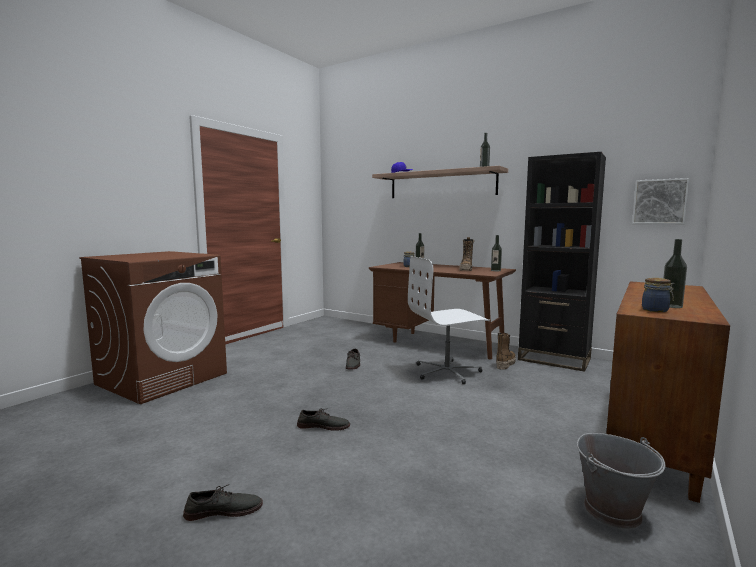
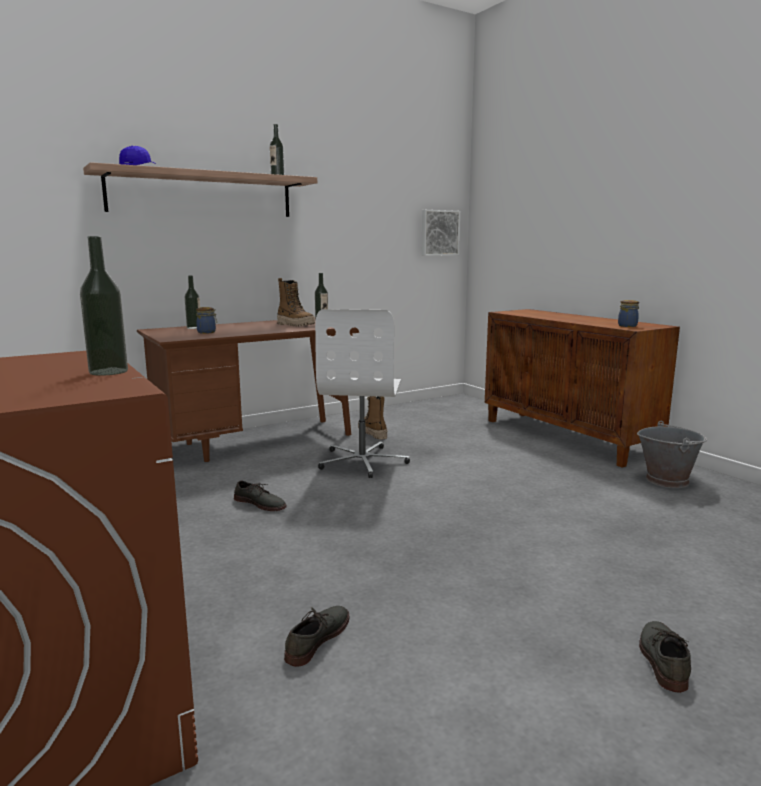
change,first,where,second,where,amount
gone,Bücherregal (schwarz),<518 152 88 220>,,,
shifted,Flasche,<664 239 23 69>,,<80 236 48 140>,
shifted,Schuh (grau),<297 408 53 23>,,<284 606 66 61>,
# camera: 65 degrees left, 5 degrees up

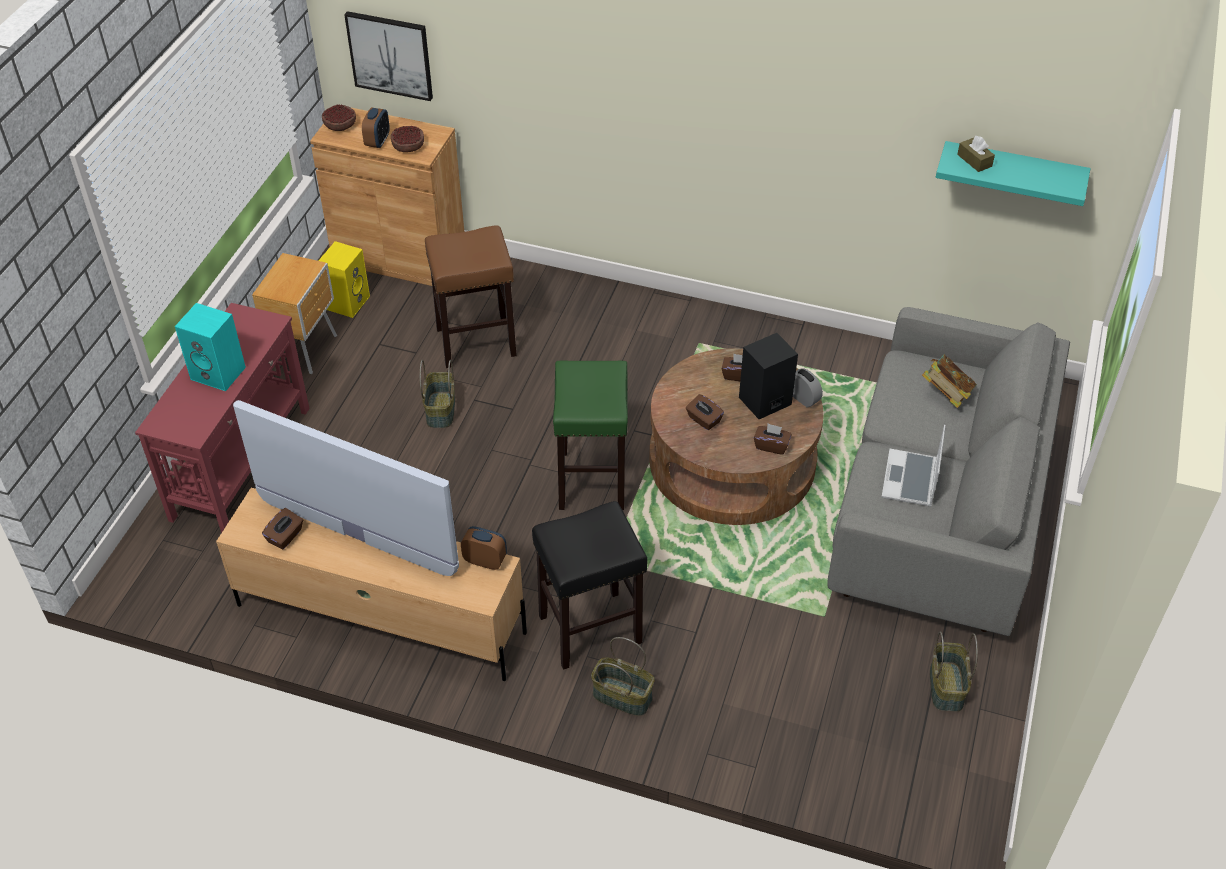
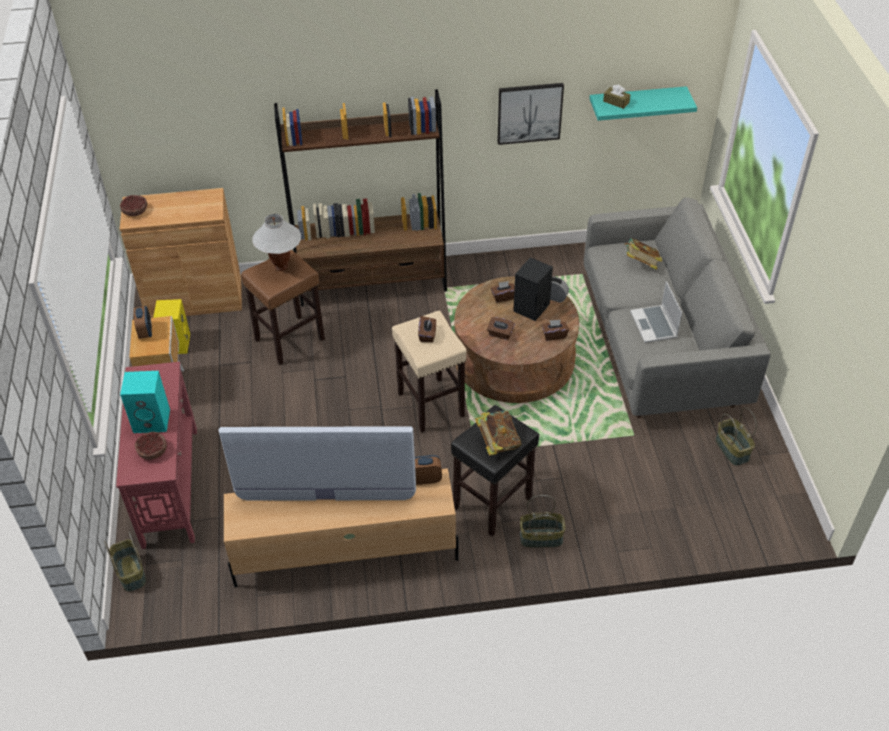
change,first,where,second,where,amount
shifted,Bild,<344 11 89 90>,,<497 83 67 62>,
shifted,Wecker,<362 108 28 40>,,<134 306 18 33>,
shifted,Schüssel,<391 126 33 26>,,<135 432 32 28>,
shifted,Korb,<420 360 35 68>,,<104 531 42 61>,
repainted,Hocker (grün),<553 361 75 149>,Hocker (beige),<392 311 75 122>,
shifted,Taschentuchbox (braun),<262 508 41 41>,,<418 316 18 26>,
new,,,Bücherregal (braun),<274 89 173 218>,
new,,,Tischlampe (weiß),<252 214 49 57>,
new,,,Buch,<475 411 46 45>,
# camera: 25 degrees left, 0 degrees up

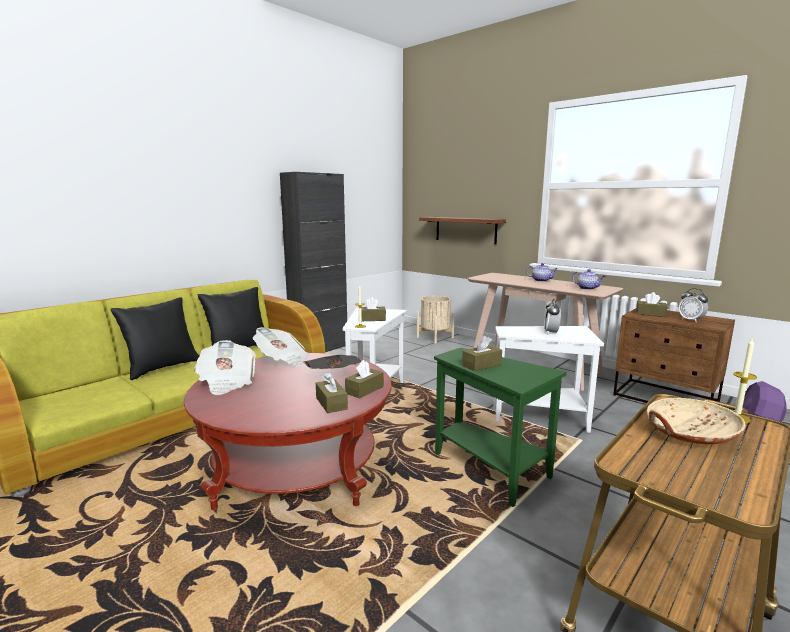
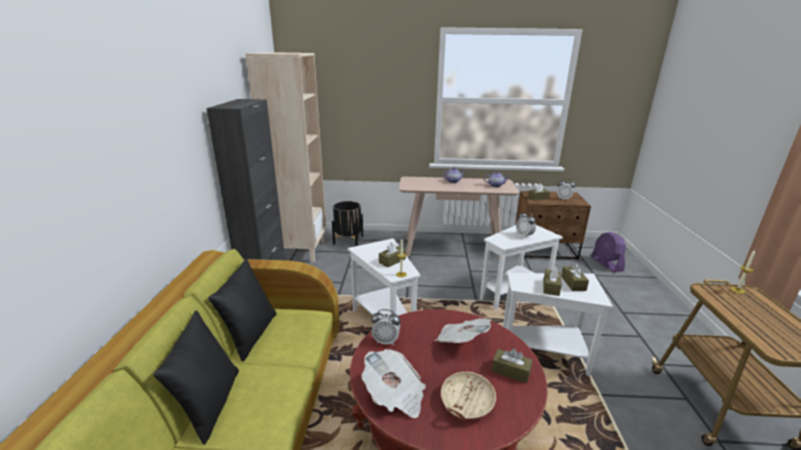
change,first,where,second,where,amount
gone,Wandregal,<419 217 87 27>,,,
repainted,Pflanzkübel (beige),<417 296 38 47>,Pflanzkübel (schwarz),<332 201 31 45>,
swapped,Zeitung,<253 327 56 40>,Wecker,<371 309 30 36>,
repainted,Beistelltisch (grün),<434 348 133 159>,Beistelltisch (weiß),<503 273 110 103>,
shifted,Taschentuchbox (braun),<345 360 39 38>,,<561 263 28 28>,
shifted,Schüssel (beige),<647 398 98 46>,,<441 372 55 48>,
new,,,Bücherregal (beige),<246 52 80 211>,
# camera: 40 degrees left, 10 degrees up

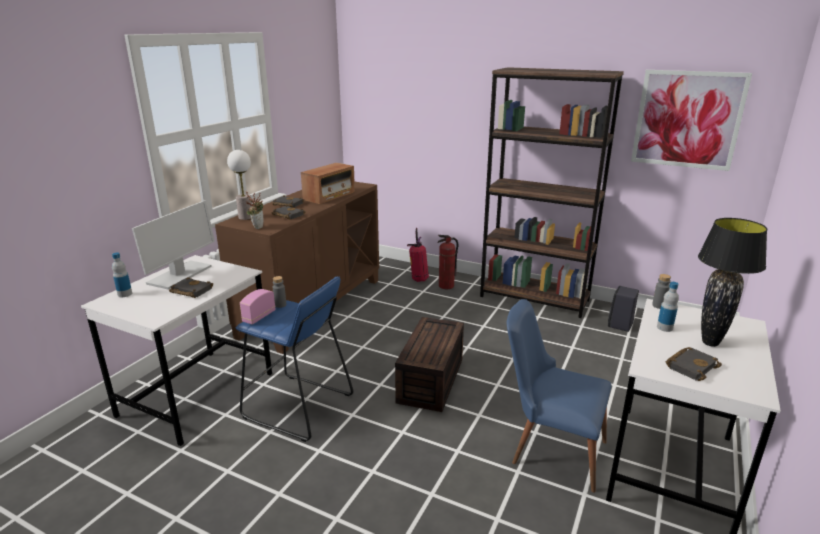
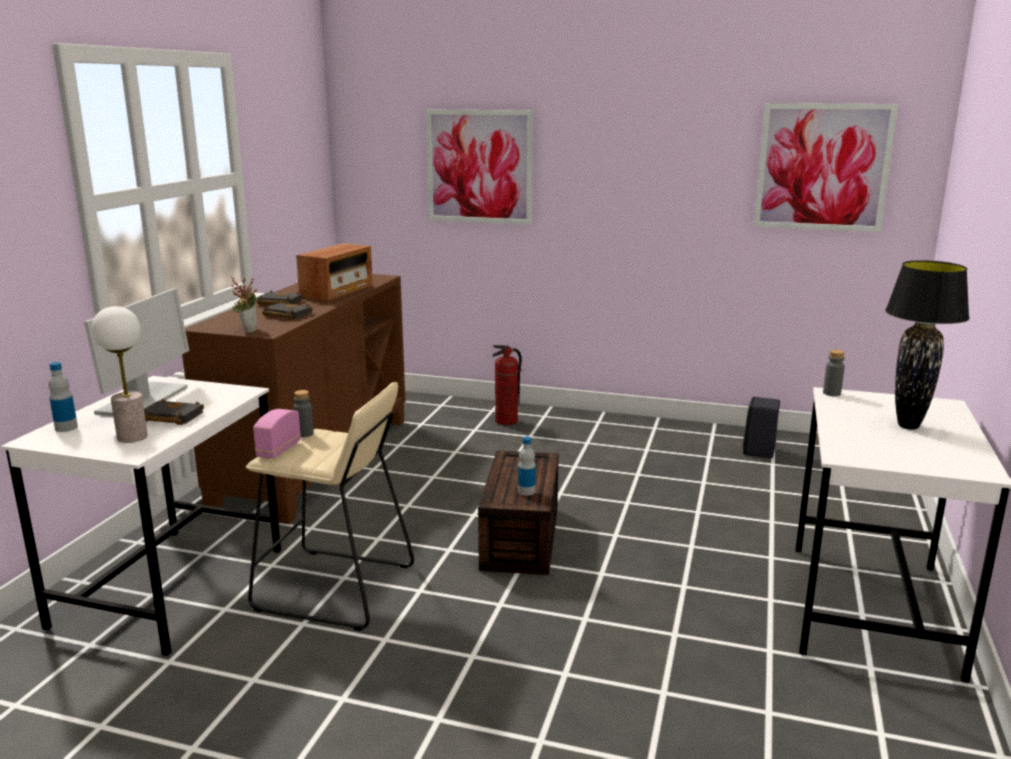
change,first,where,second,where,amount
gone,Bücherregal (braun),<480 67 144 251>,,,
shifted,Tischlampe,<227 150 25 70>,,<92 306 56 137>,
gone,Feuerlöscher,<407 227 22 55>,,,
repainted,Hocker (blau),<236 277 117 165>,Hocker (beige),<246 382 168 249>,
shifted,Flasche,<657 282 22 50>,,<518 436 18 60>,
gone,Stuhl (blau),<507 299 105 194>,,,
gone,Buch (schwarz),<666 347 56 34>,,,
new,,,Bild,<426 109 107 116>,
# camera: 10 degrees left, 5 degrees down

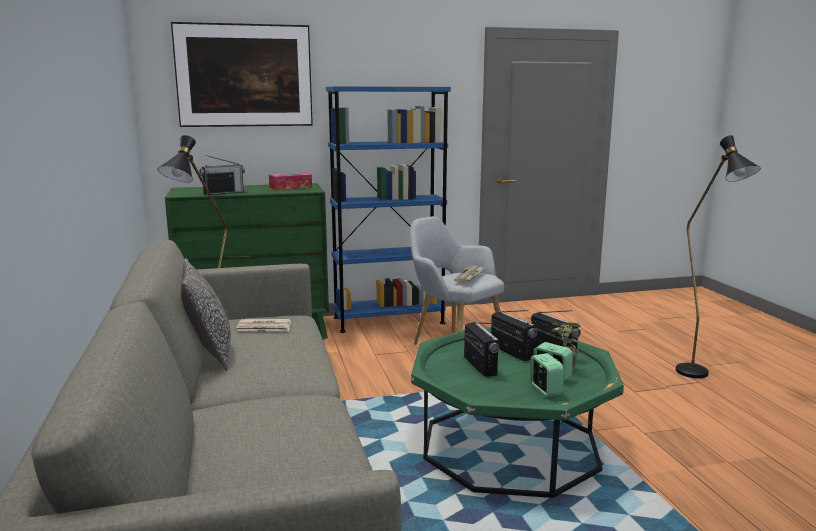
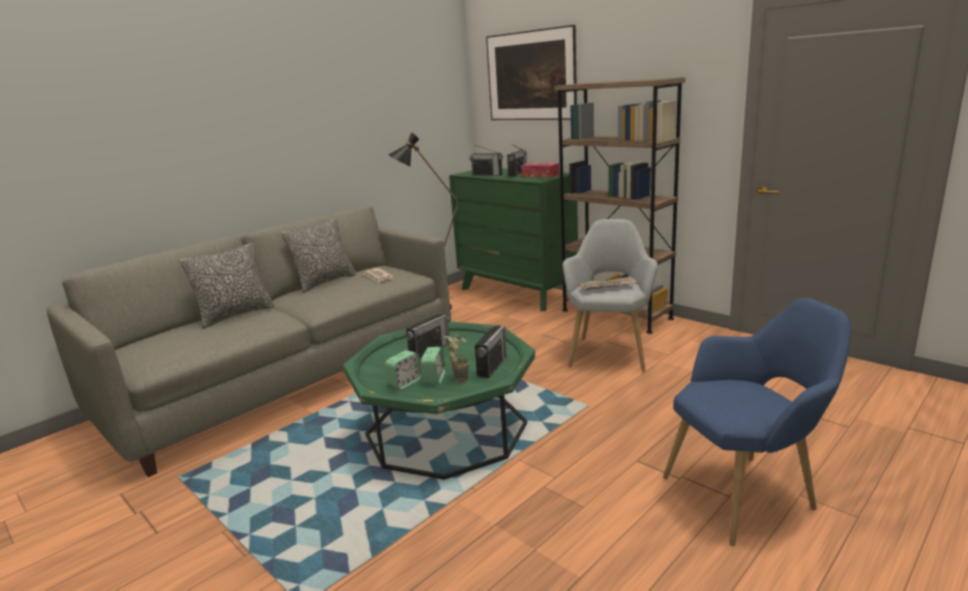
change,first,where,second,where,amount
repainted,Bücherregal (blau),<326 86 125 247>,Bücherregal (braun),<554 77 131 257>,
swapped,Stehlampe (schwarz),<676 135 85 243>,Sessel (blau),<663 298 188 248>,
shifted,Radio,<491 310 46 51>,,<507 144 20 33>,
new,,,Kissen,<180 243 94 86>,
# camera: 60 degrees right, 5 degrees up

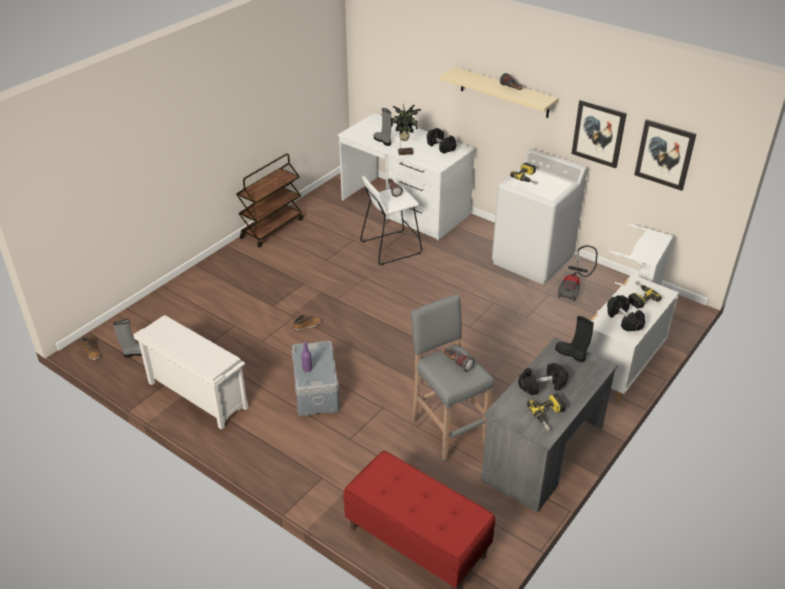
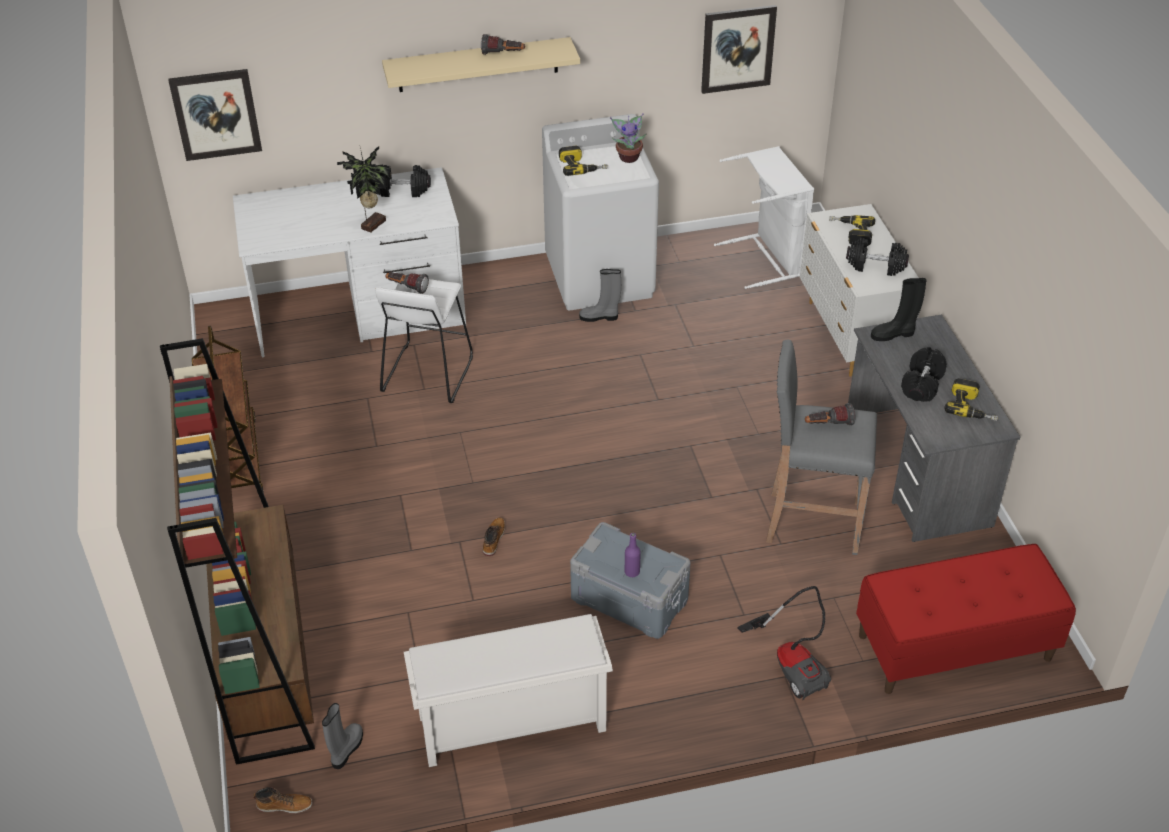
change,first,where,second,where,amount
shifted,Bild,<572 99 55 69>,,<168 69 94 92>,
shifted,Stiefel (grau),<374 108 17 38>,,<579 269 42 53>,
shifted,Staubsauger,<558 245 39 56>,,<738 586 93 114>,
new,,,Topfpflanze,<610 113 37 50>,
new,,,Bücherregal (braun),<160 338 155 427>,
# camera: 50 degrees left, 5 degrees up

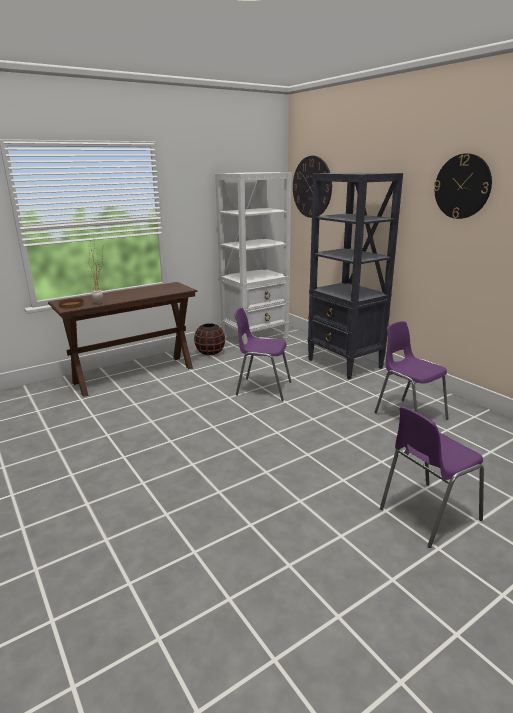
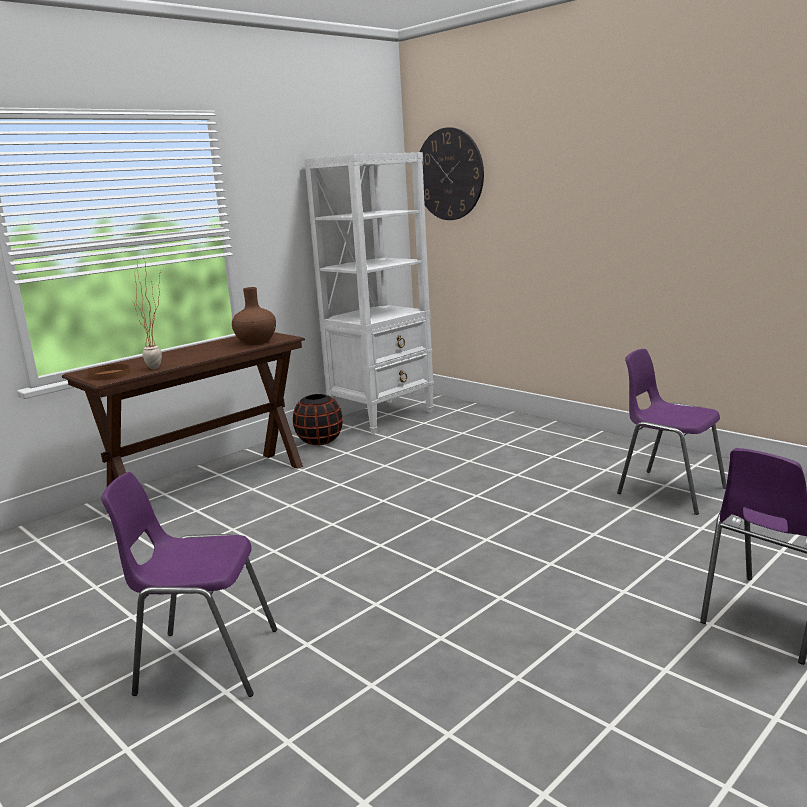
change,first,where,second,where,amount
gone,Wanduhr,<434 153 58 66>,,,
gone,Bücherregal (schwarz),<308 173 95 206>,,,
shifted,Stuhl (lila),<234 308 57 93>,,<101 472 176 225>,
new,,,Vase (braun),<232 287 44 58>,
# camera: 10 degrees left, 5 degrees down

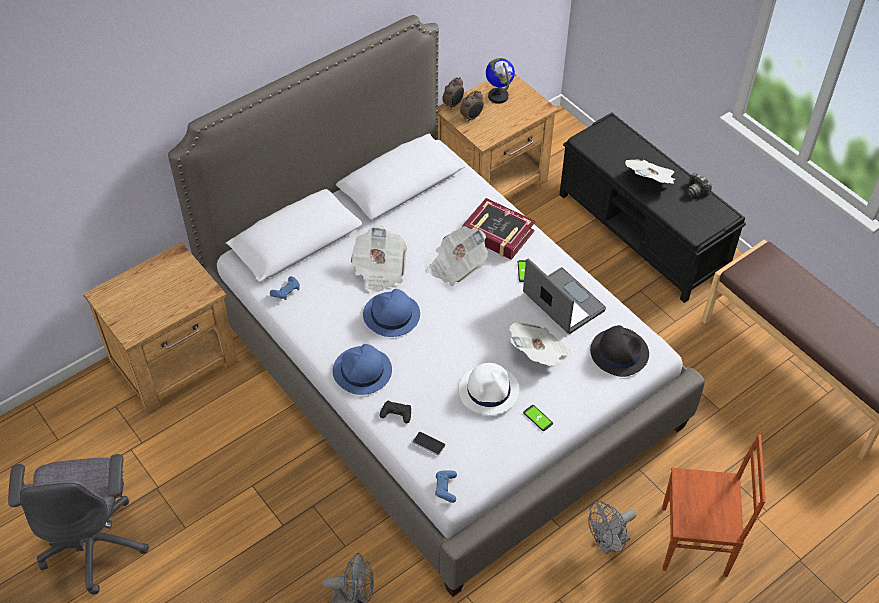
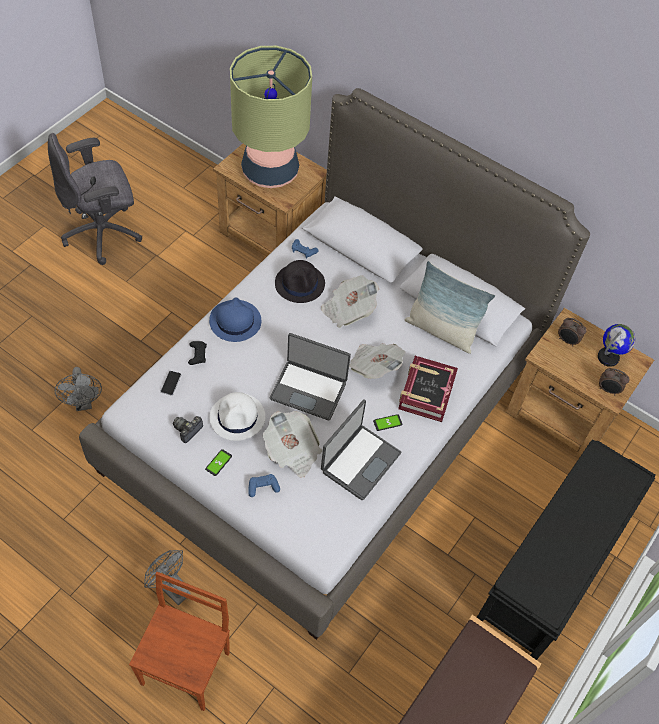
change,first,where,second,where,amount
shifted,Wecker,<442 77 22 33>,,<599 368 30 27>,
gone,Zeitung,<625 160 50 24>,,,
shifted,Kamera,<687 173 25 24>,,<173 416 30 27>,
gone,Hut (blau),<363 289 57 48>,,,
shifted,Hut (schwarz),<590 325 59 52>,,<275 260 50 43>,
rotated,Stuhl (braun),<662 435 104 142>,,<129 572 101 139>,150 degrees counterclockwise
shifted,Gamepad (blau),<435 470 22 33>,,<248 474 32 23>,
new,,,Tischlampe,<230 46 82 142>,
new,,,Kissen,<404 261 91 93>,
new,,,Laptop,<270 333 81 88>,
# camera: 70 degrees right, 5 degrees up

